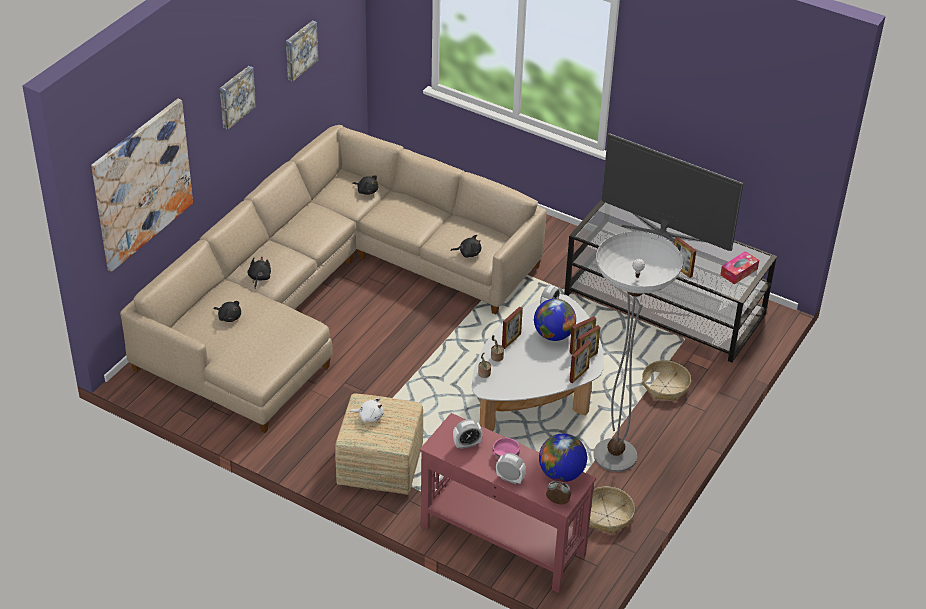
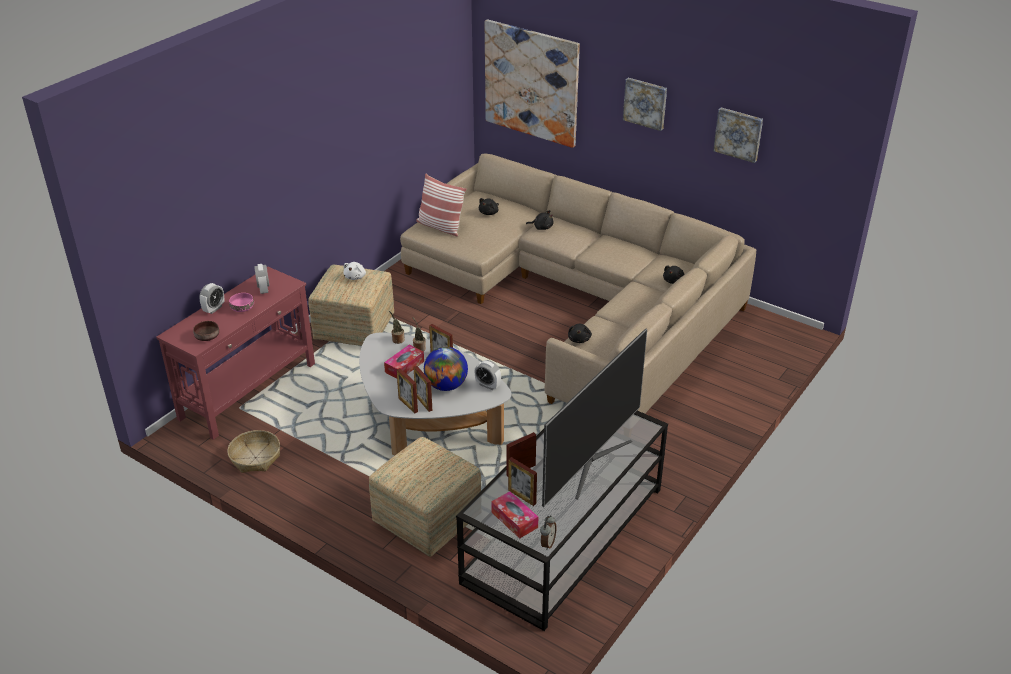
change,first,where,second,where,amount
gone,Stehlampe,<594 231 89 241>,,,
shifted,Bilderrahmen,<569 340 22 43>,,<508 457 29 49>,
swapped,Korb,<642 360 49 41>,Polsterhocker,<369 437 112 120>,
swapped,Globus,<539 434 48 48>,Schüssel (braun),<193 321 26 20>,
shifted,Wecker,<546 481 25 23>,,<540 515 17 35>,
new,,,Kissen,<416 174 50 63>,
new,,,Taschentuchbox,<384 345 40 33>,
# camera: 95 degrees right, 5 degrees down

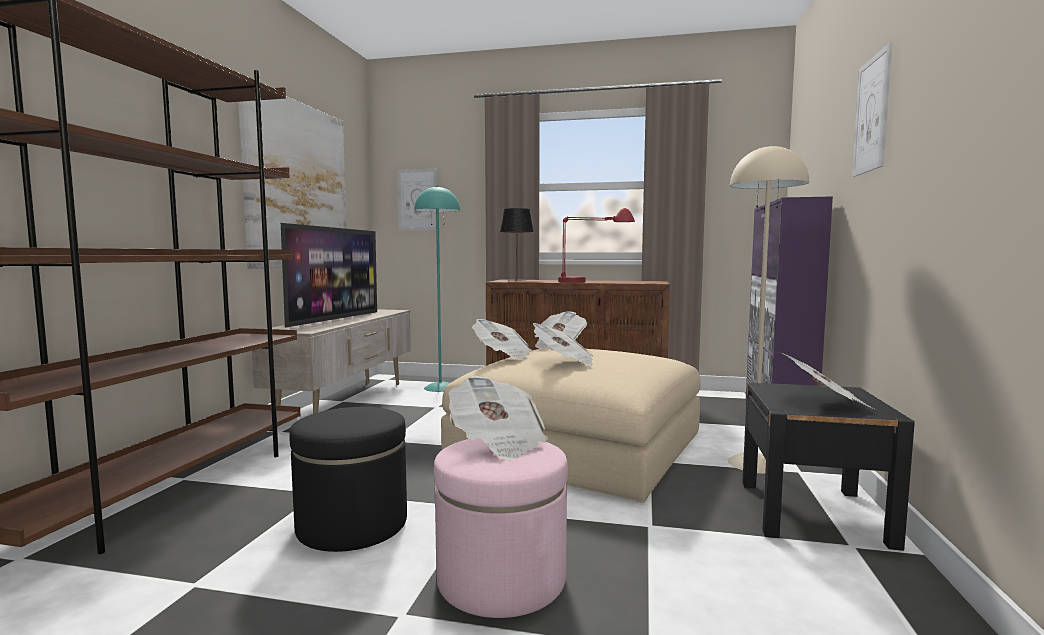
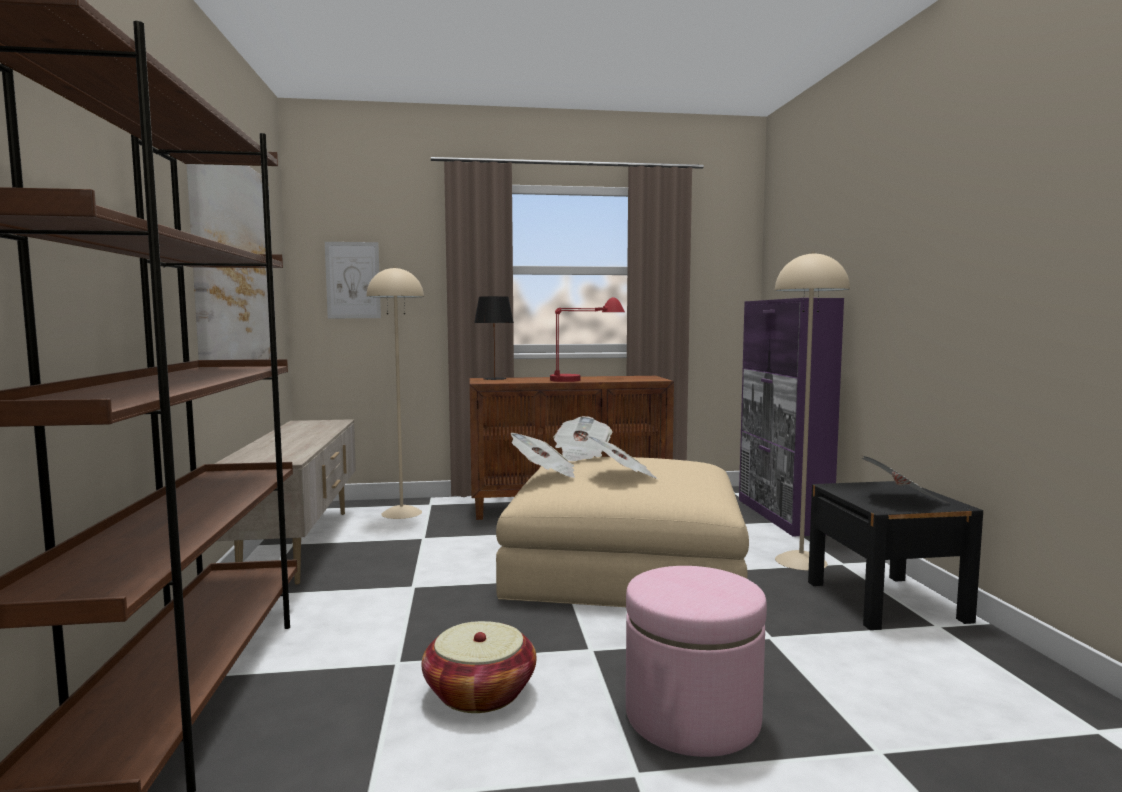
change,first,where,second,where,amount
gone,Bild,<852 43 40 134>,,,
repainted,Stehlampe (türkis),<414 186 46 206>,Stehlampe (beige),<367 267 57 252>,
gone,Fernseher,<281 223 96 104>,,,
gone,Zeitung,<448 376 100 85>,,,
swapped,Polsterhocker (schwarz),<289 407 118 145>,Korb,<422 621 114 92>,
# camera: 20 degrees left, 0 degrees up

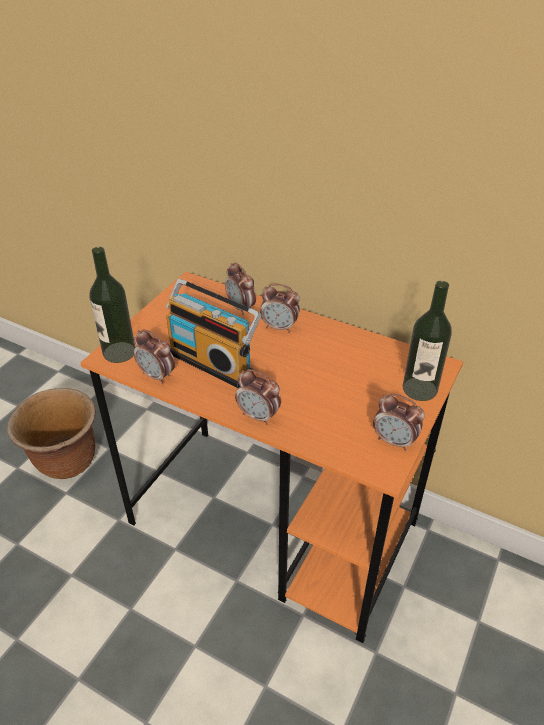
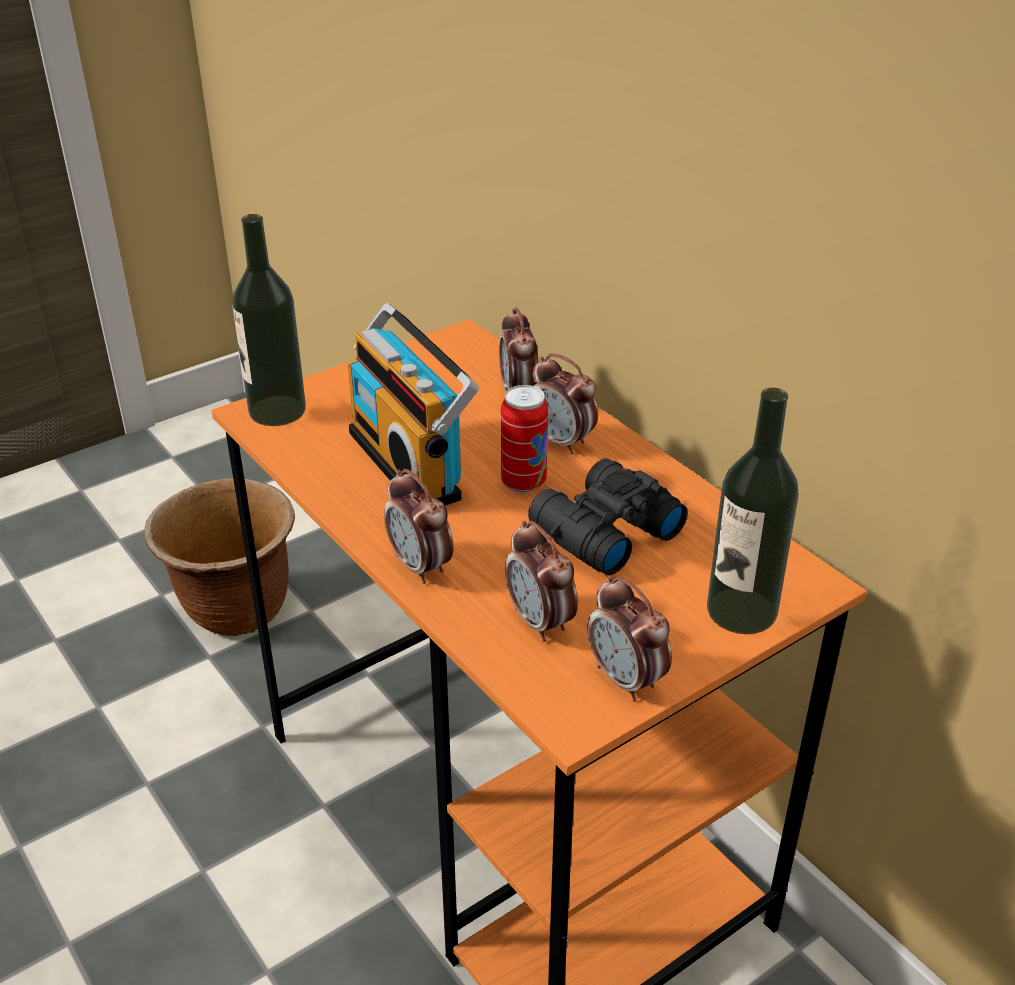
change,first,where,second,where,amount
shifted,Wecker,<134 329 41 55>,,<505 521 73 121>,
new,,,Dose,<501 385 47 108>,
new,,,Fernglas (schwarz),<528 458 160 117>,
# camera: 25 degrees right, 5 degrees down

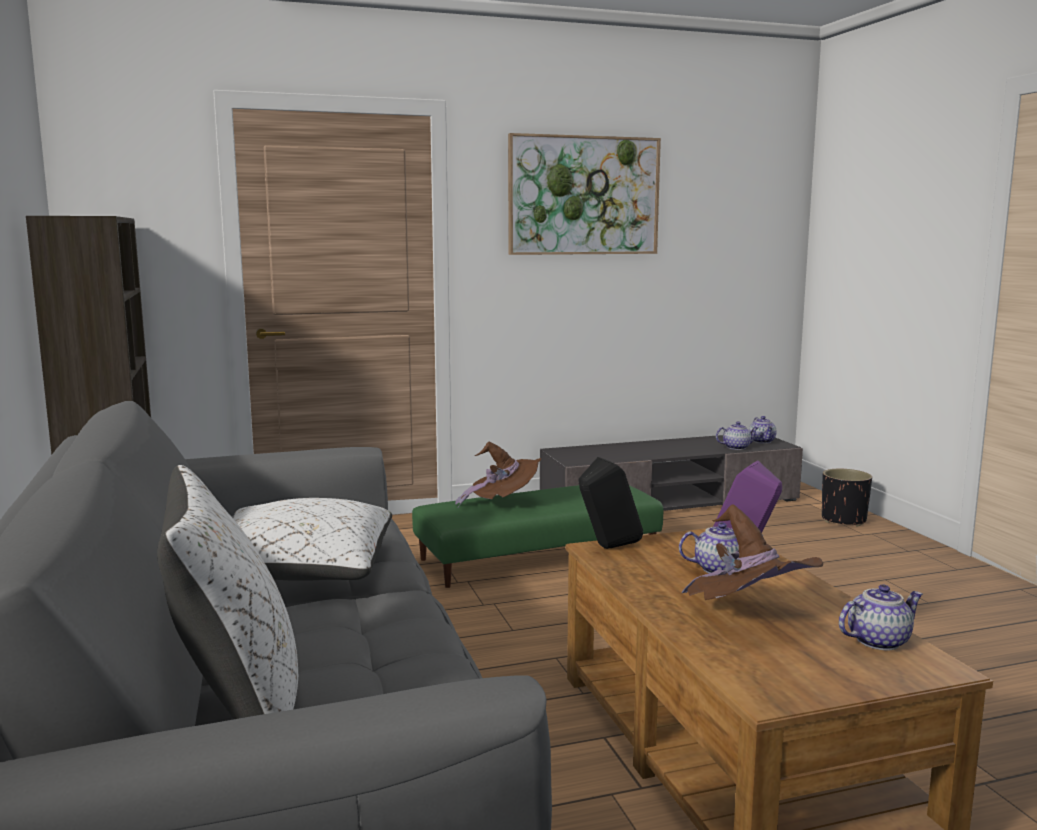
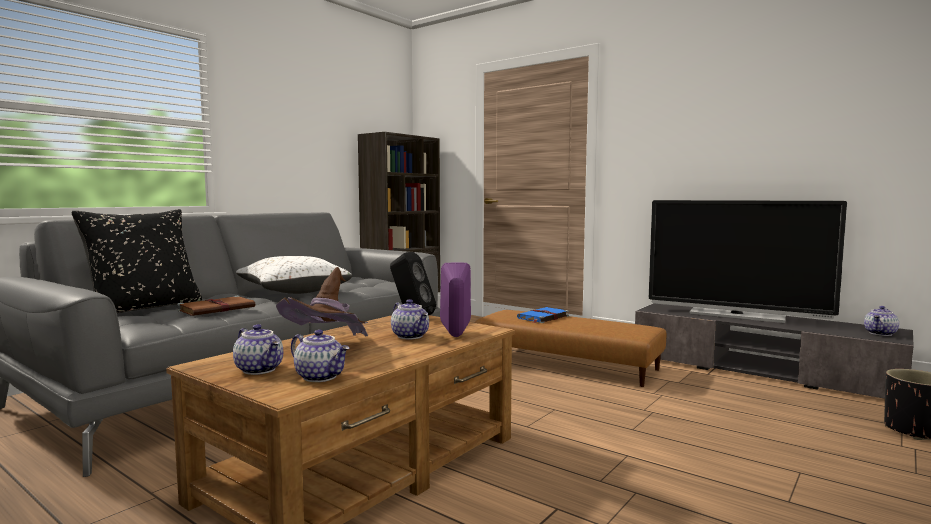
change,first,where,second,where,amount
gone,Bild,<508 133 153 122>,,,
shifted,Teekanne,<716 421 42 29>,,<233 324 50 51>,
swapped,Hut (braun),<455 442 86 66>,Buch (blau),<517 307 52 16>,
repainted,Kissen (weiß),<157 465 141 254>,Kissen (schwarz),<72 209 130 104>,
repainted,Polsterhocker (grün),<412 485 252 103>,Polsterhocker (braun),<475 310 192 77>,
new,,,Fernseher,<649 200 198 123>,
new,,,Buch (braun),<177 296 78 20>,
# camera: 55 degrees right, 5 degrees down

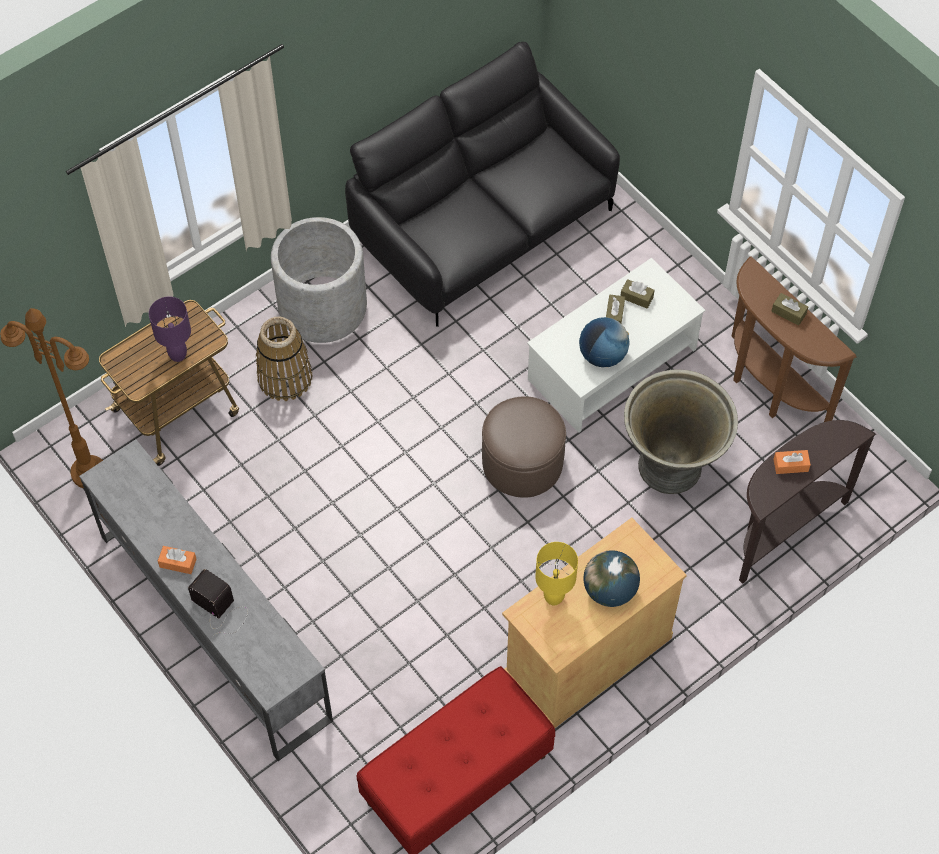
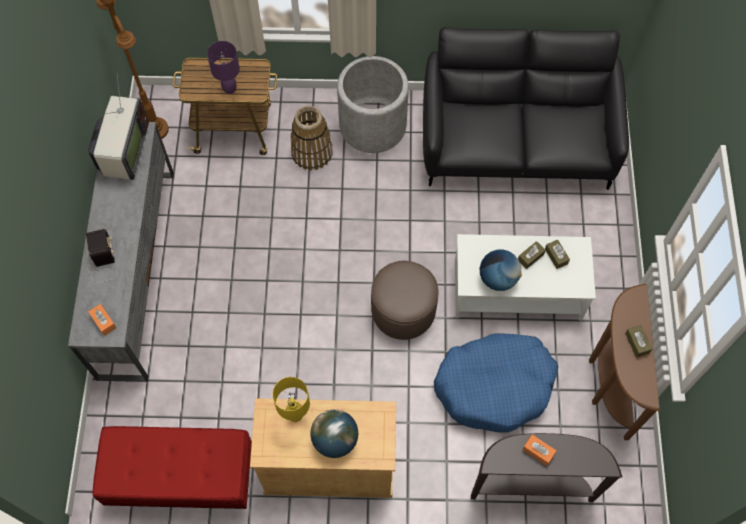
change,first,where,second,where,amount
swapped,Pflanzkübel (grau),<624 369 114 125>,Hundebett (blau),<434 333 124 99>,
shifted,Taschentuchbox (orange),<158 546 39 28>,,<88 304 28 32>,
new,,,Fernseher,<88 75 61 105>,
# camera: 40 degrees right, 5 degrees up

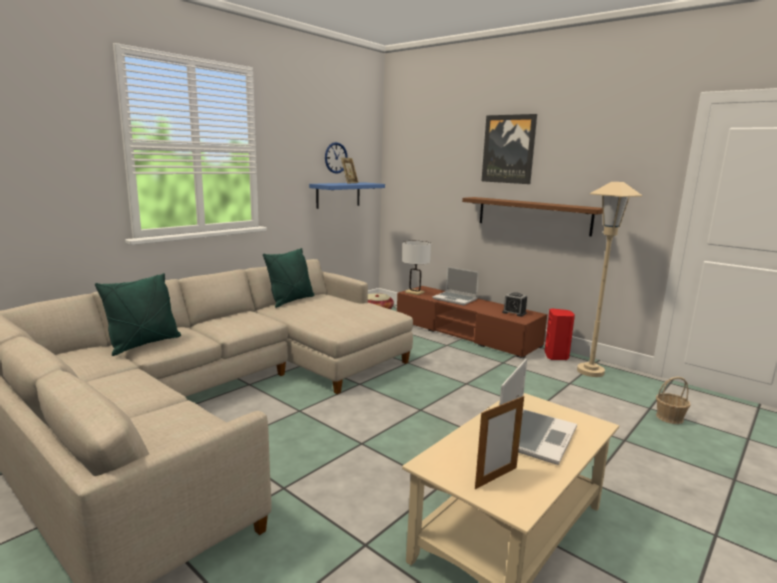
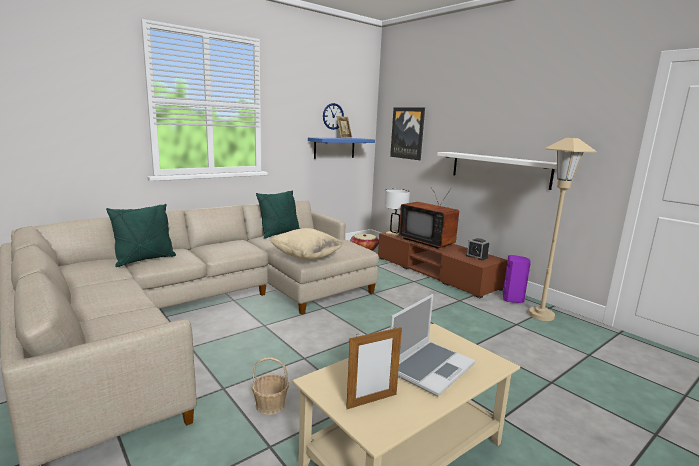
change,first,where,second,where,amount
shifted,Bild,<482 114 55 70>,,<390 107 35 53>,
repainted,Wandregal (braun),<462 197 141 40>,Wandregal (weiß),<437 152 120 38>,
swapped,Laptop,<432 266 47 39>,Fernseher,<399 188 60 61>,
repainted,Lautsprecher (rot),<545 308 30 52>,Lautsprecher (lila),<503 255 28 48>,
shifted,Korb,<656 376 35 48>,,<252 357 37 58>,
new,,,Kissen (beige),<269 228 75 32>,
# camera: 10 degrees right, 0 degrees up

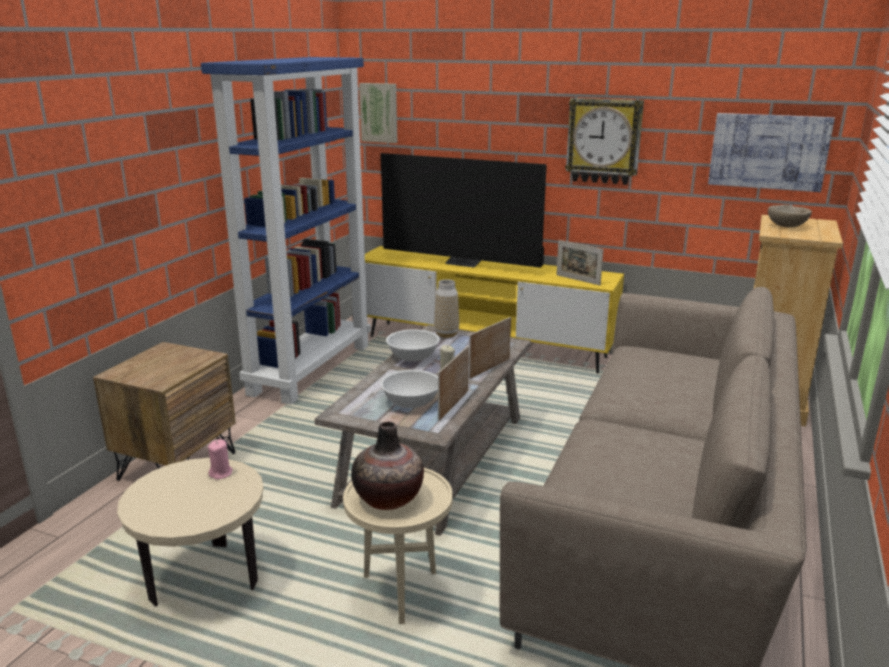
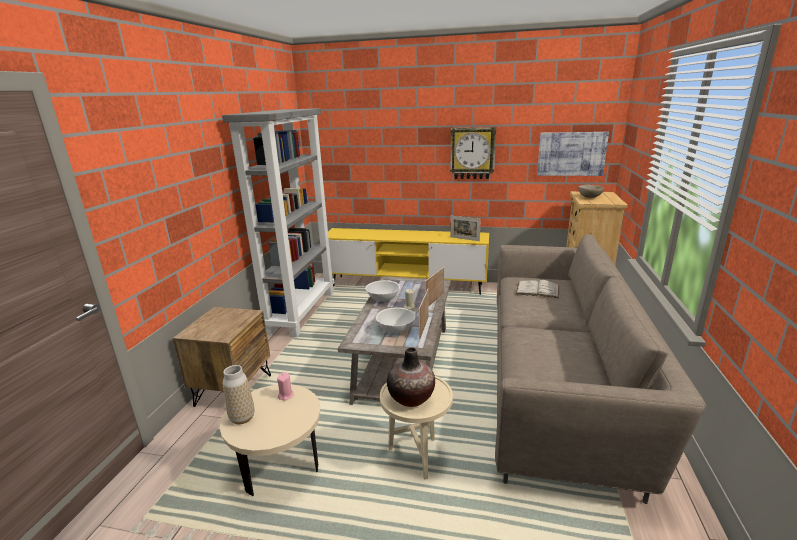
change,first,where,second,where,amount
repainted,Bücherregal (blau),<201 57 170 348>,Bücherregal (grau),<222 108 113 229>,
gone,Bild,<359 83 38 60>,,,
gone,Fernseher,<381 153 166 115>,,,
shifted,Vase,<434 279 25 59>,,<223 365 31 60>,
new,,,Buch (weiß),<516 280 43 18>,
# camera: 10 degrees left, 0 degrees up

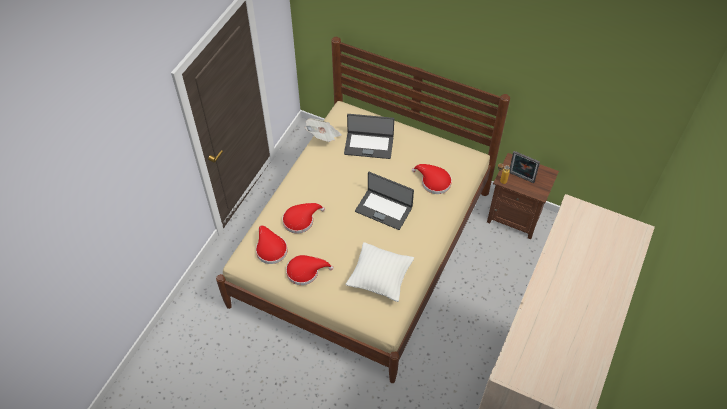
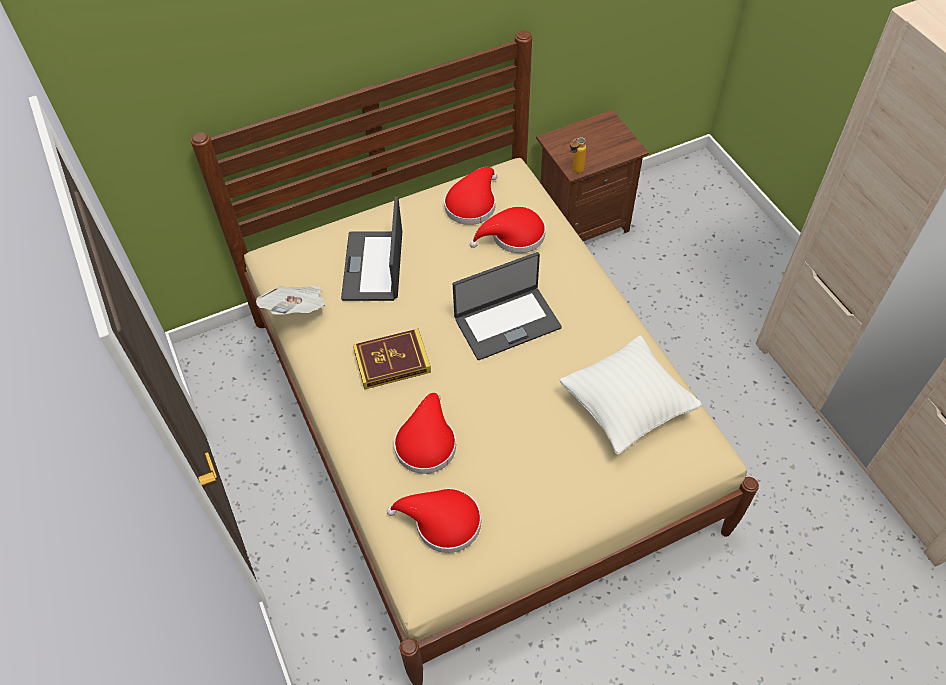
change,first,where,second,where,amount
rotated,Laptop,<344 114 50 45>,,<341 196 61 105>,135 degrees clockwise
gone,Bilderrahmen,<509 151 31 32>,,,
shifted,Hut (rot),<286 255 48 30>,,<444 167 53 58>,
new,,,Buch,<353 329 78 60>,
# camera: 50 degrees left, 0 degrees up

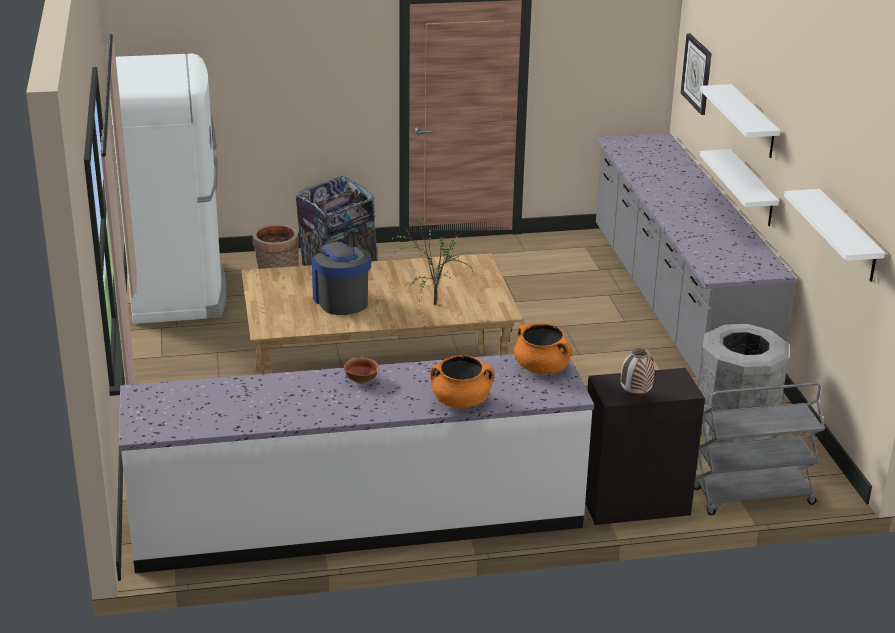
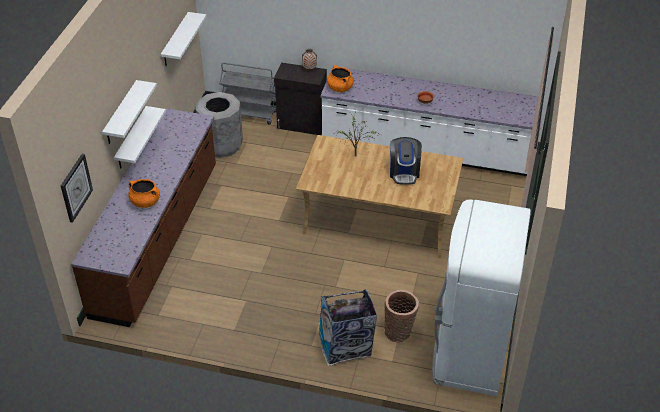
change,first,where,second,where,amount
repainted,Küchenzeile (grau),<596 133 199 247>,Küchenzeile (braun),<71 108 145 219>,
shifted,Kochtopf (orange),<430 355 64 53>,,<128 179 32 29>,
# camera: 155 degrees left, 15 degrees up

